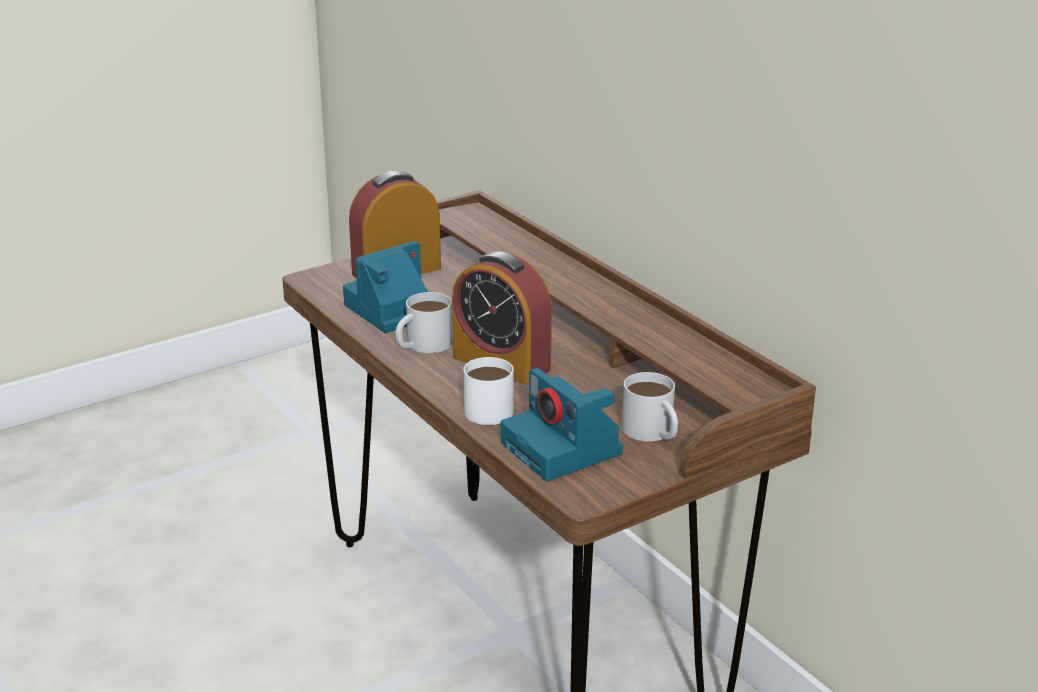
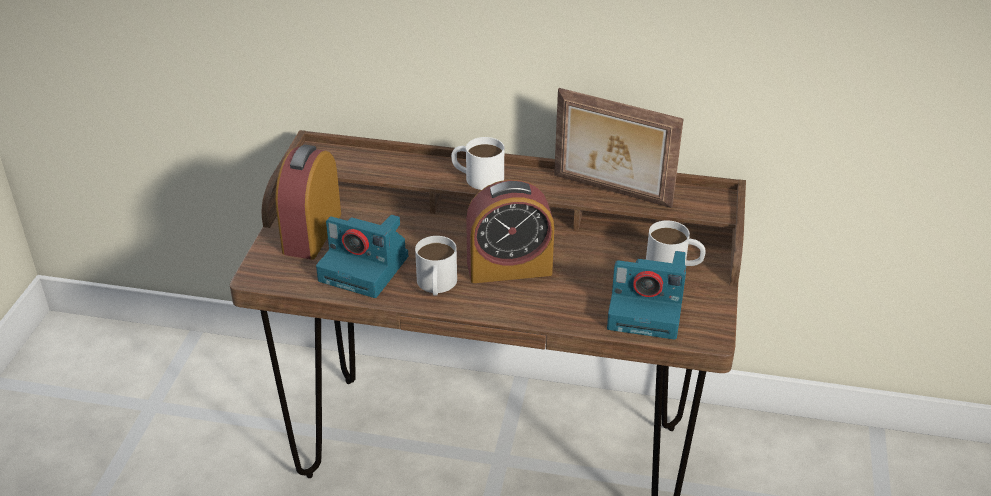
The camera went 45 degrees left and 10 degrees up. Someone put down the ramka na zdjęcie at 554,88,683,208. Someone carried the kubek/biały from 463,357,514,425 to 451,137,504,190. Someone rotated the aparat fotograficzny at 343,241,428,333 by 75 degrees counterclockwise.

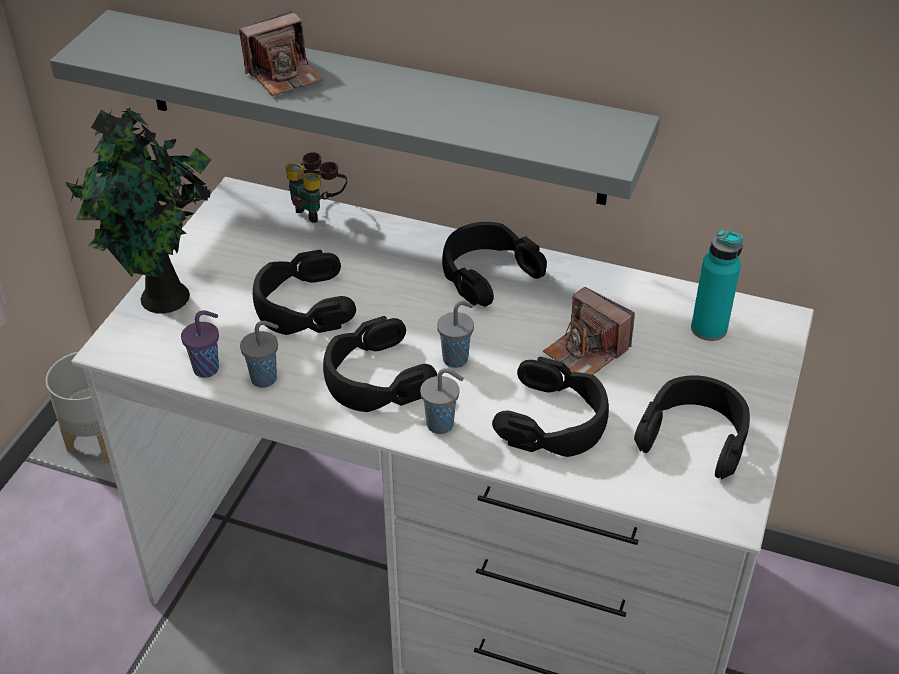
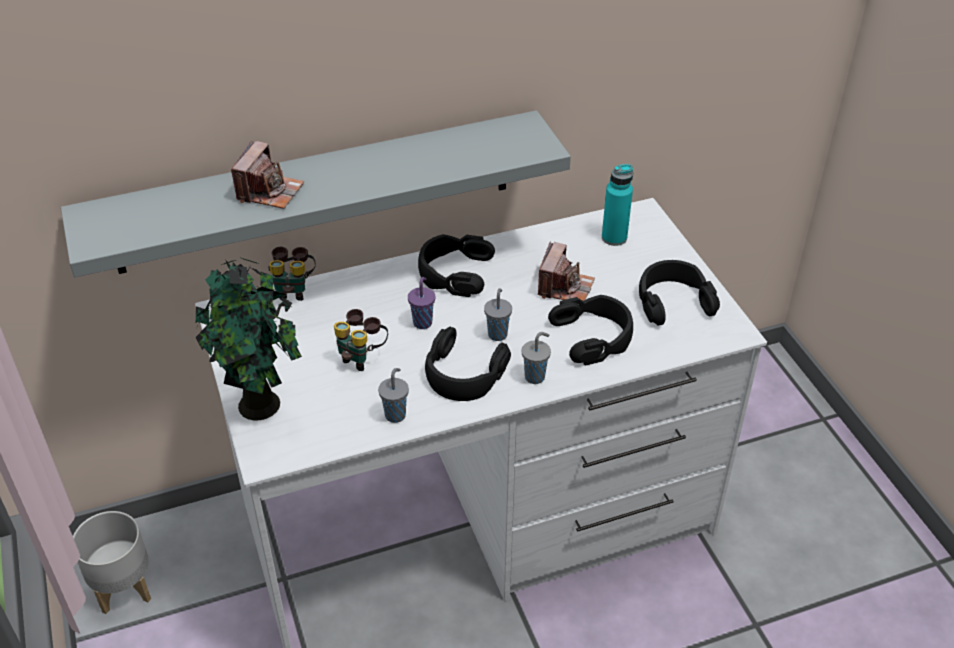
The camera went 40 degrees left and 0 degrees up. Someone carried the filiżanka/fioletowy from 181,310,219,378 to 408,277,436,329. Someone swapped the słuchawki/czarny at 253,250,356,335 for the lornetka at 334,309,388,371. Someone rotated the aparat fotograficzny at 543,287,635,375 by 75 degrees counterclockwise.

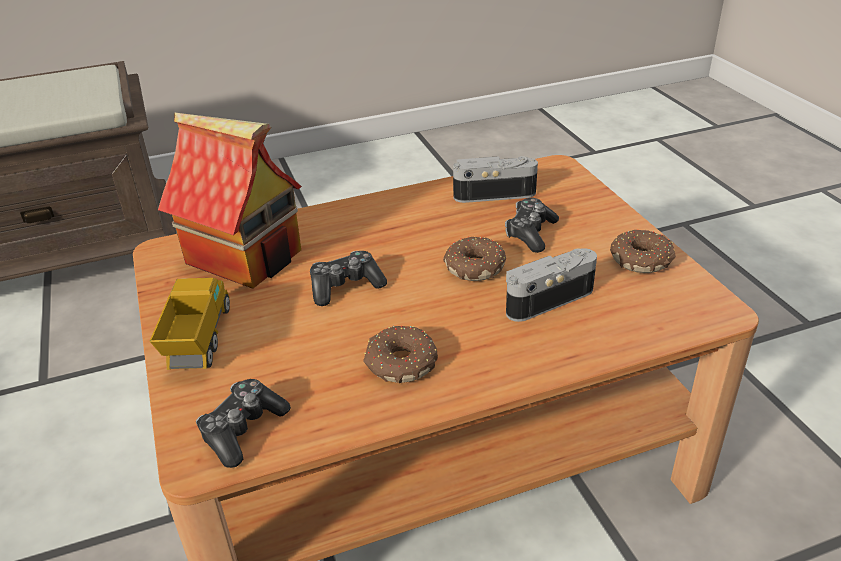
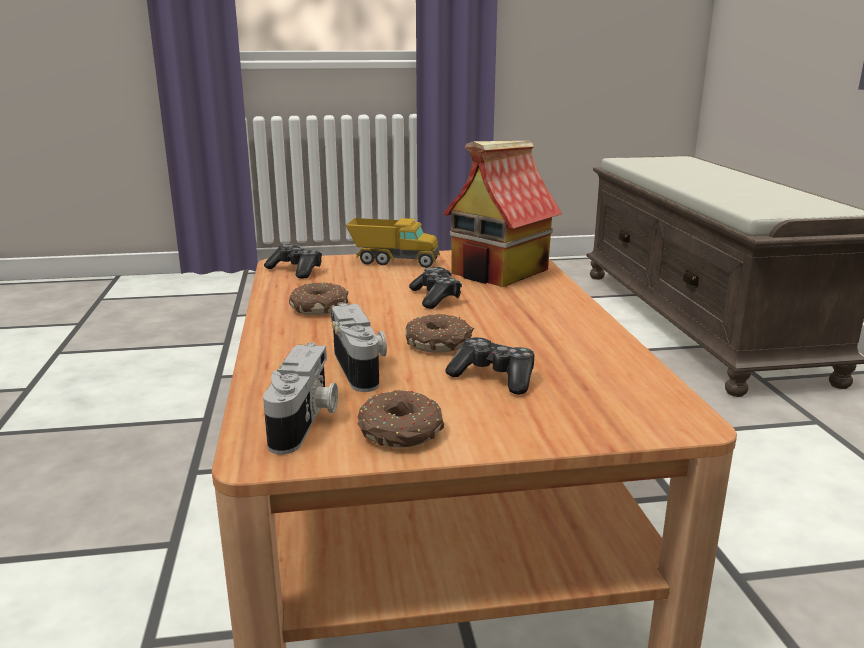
The camera went 100 degrees right and 15 degrees down. Someone carried the aparat fotograficzny from 453,156,538,203 to 263,342,338,454.

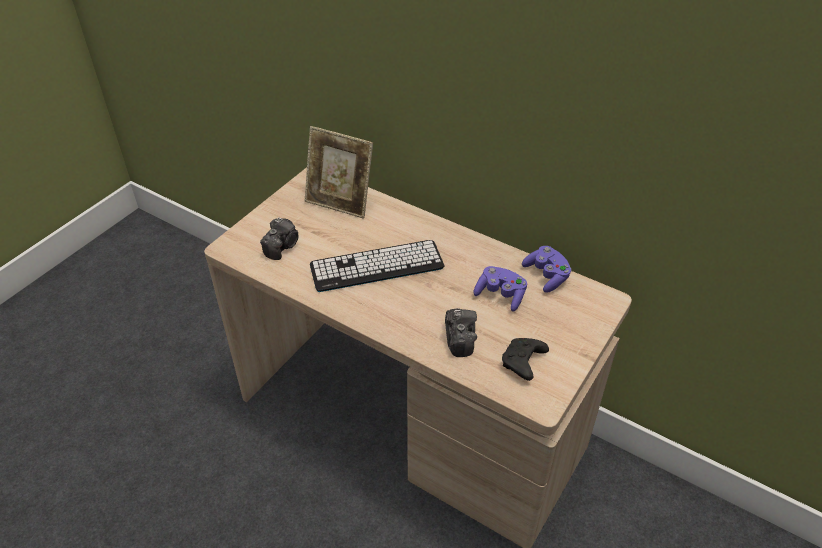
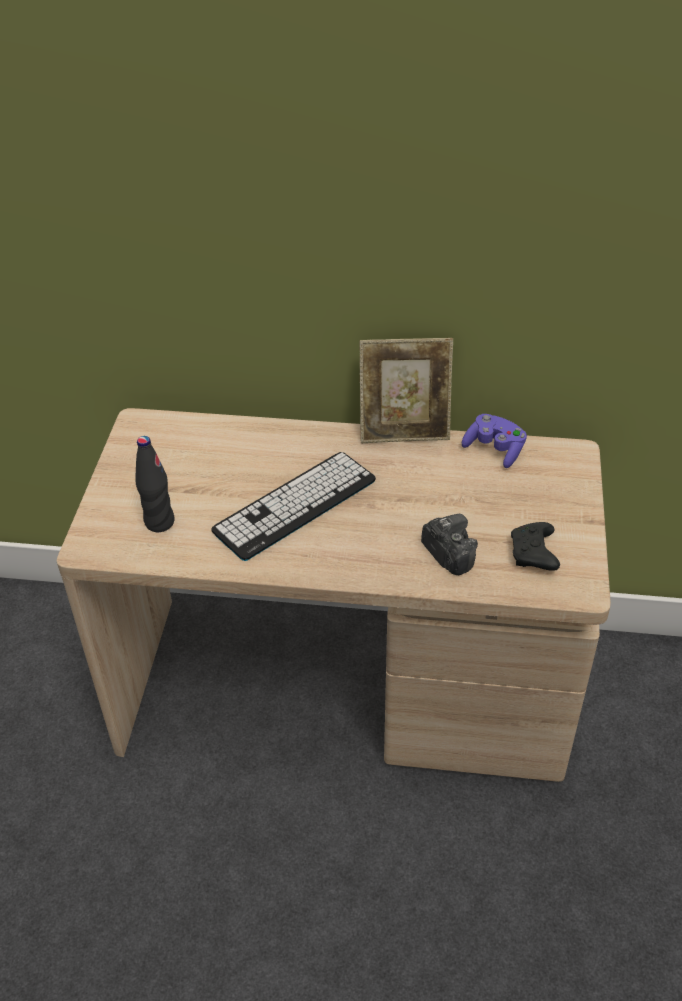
The camera went 25 degrees left and 0 degrees up. Someone took away the pad do gier/fioletowy at 474,266,527,312. Someone carried the ramka na zdjęcie from 305,126,373,218 to 360,338,453,443. Someone swapped the aparat fotograficzny at 260,217,298,260 for the butelka/czarny at 135,436,175,532.

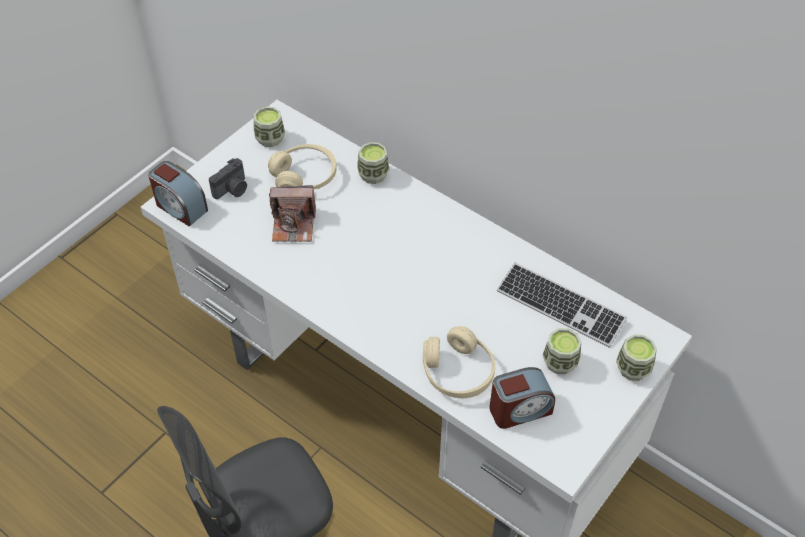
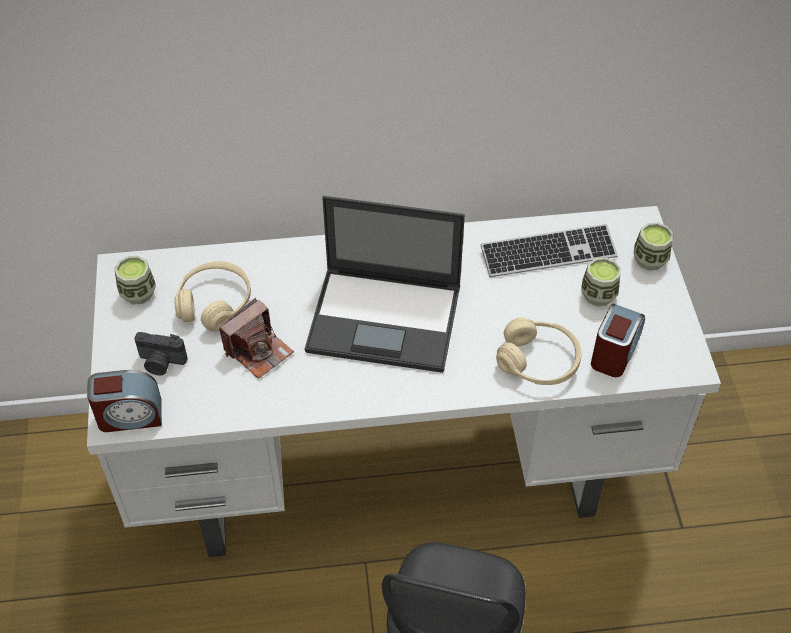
The camera went 45 degrees left and 0 degrees up. Someone took away the filiżanka at 357,142,390,184. Someone put down the laptop at 305,196,465,373. Someone rotated the aparat fotograficzny at 209,158,247,199 by 105 degrees clockwise.

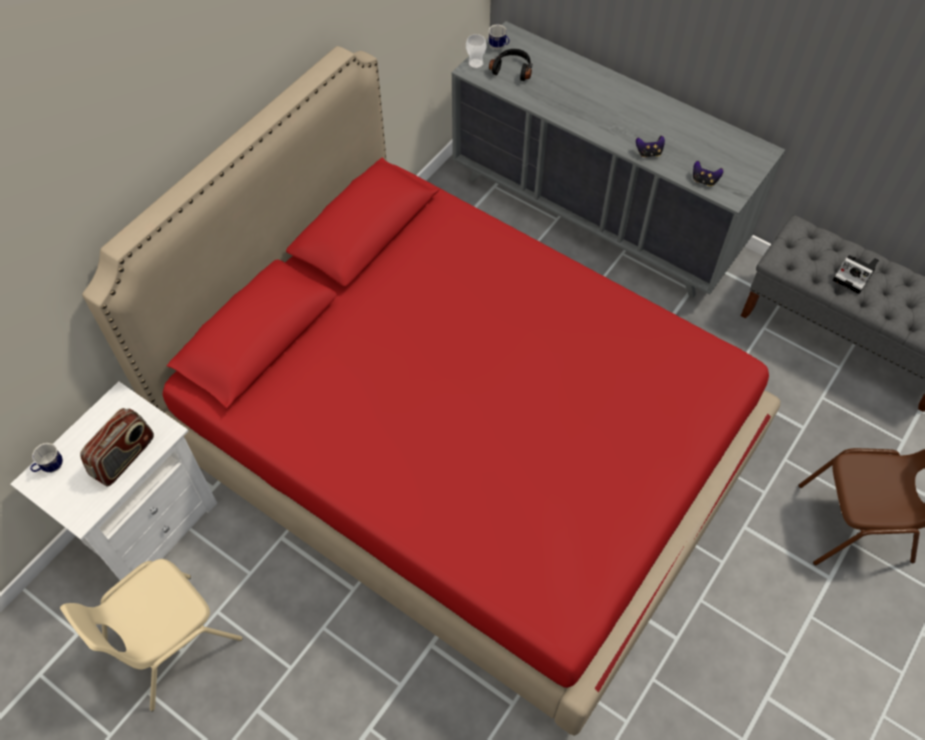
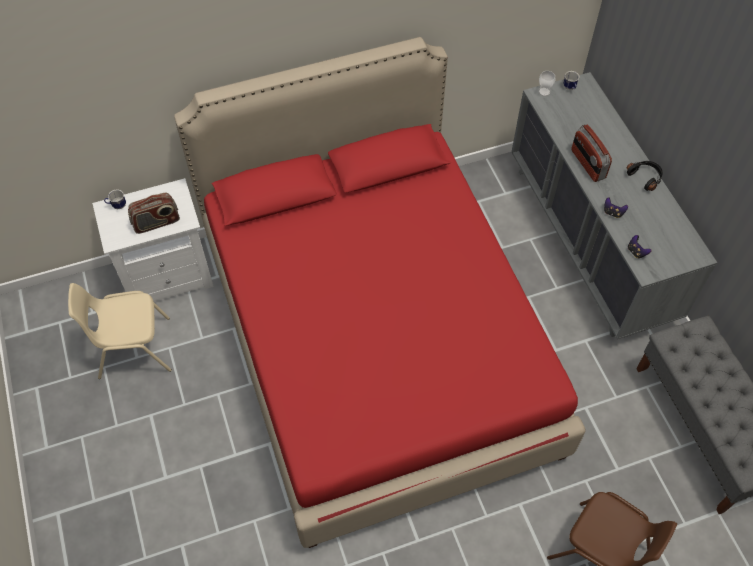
The camera went 35 degrees right and 0 degrees up. Someone took away the aparat fotograficzny at 833,255,879,294. Someone put down the radio at 571,125,612,182. Someone carried the słuchawki/czarny from 489,49,532,81 to 627,161,663,191.

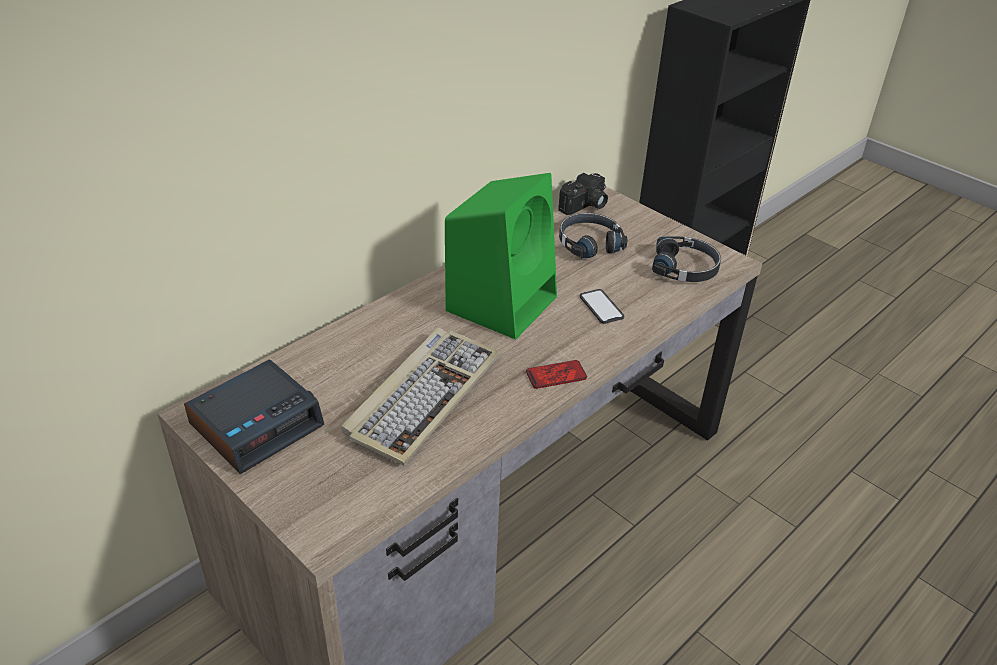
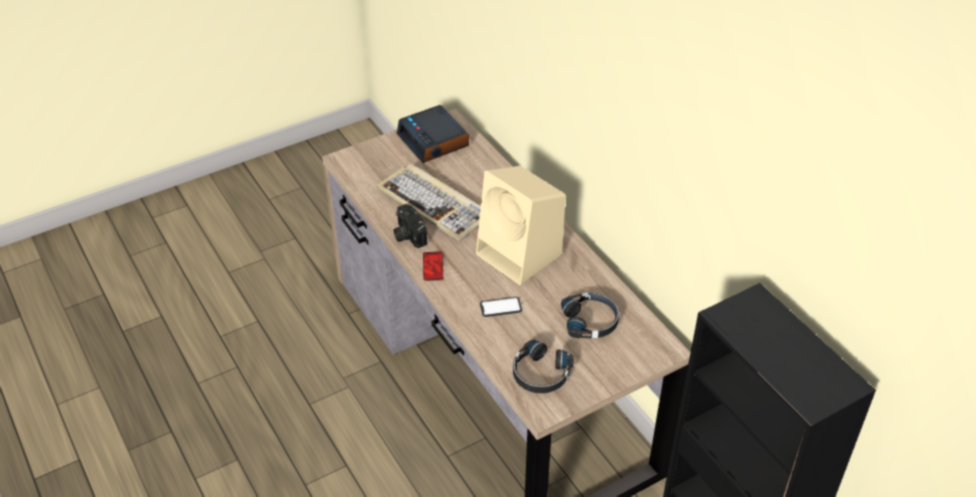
The camera went 105 degrees right and 5 degrees up. Someone carried the aparat fotograficzny from 558,173,608,215 to 394,204,427,248. Someone repainted the głośnik/zielony at 445,173,557,339, which became the głośnik/beżowy at 476,166,566,285.

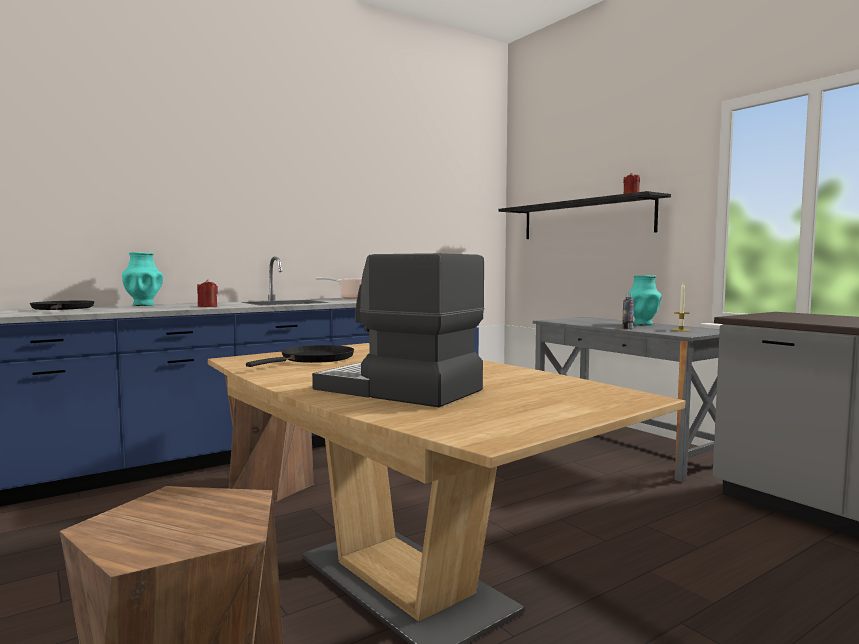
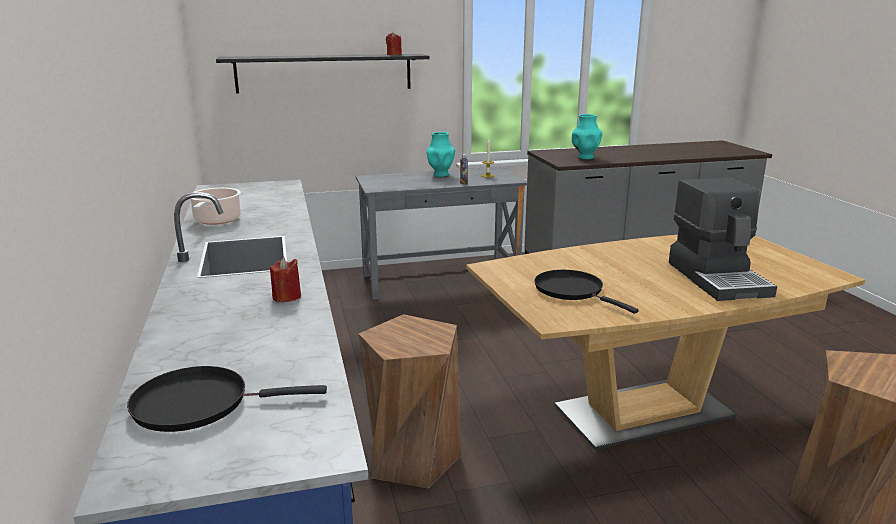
The camera went 70 degrees left and 15 degrees up. Someone carried the wazon/turkusowy from 122,252,163,306 to 572,114,602,159. Someone rotated the ekspres do kawy at 312,253,484,407 by 60 degrees counterclockwise.

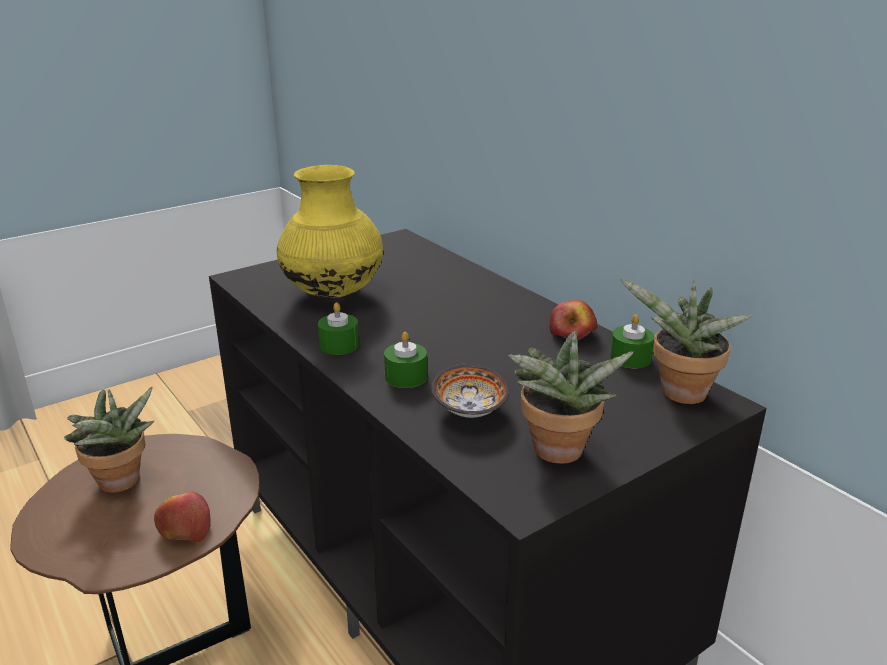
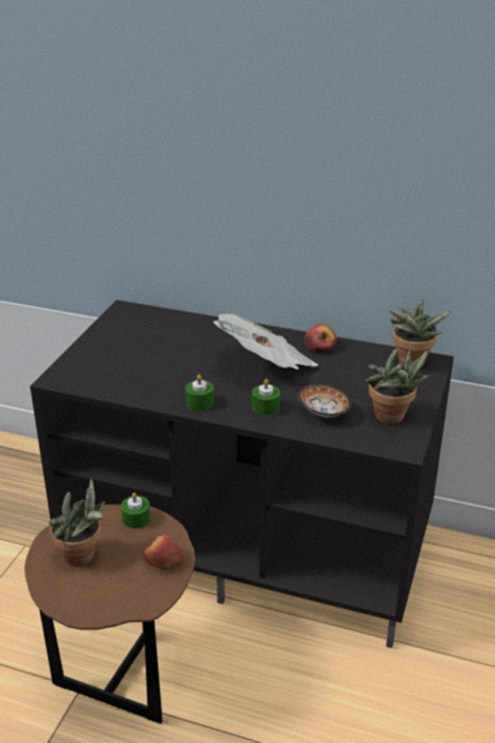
The camera went 35 degrees left and 5 degrees up. Someone took away the wazon/żółty at 277,165,383,298. Someone put down the gazeta at 213,314,318,370. Someone carried the świeca/zielony from 610,314,654,368 to 121,493,150,529.

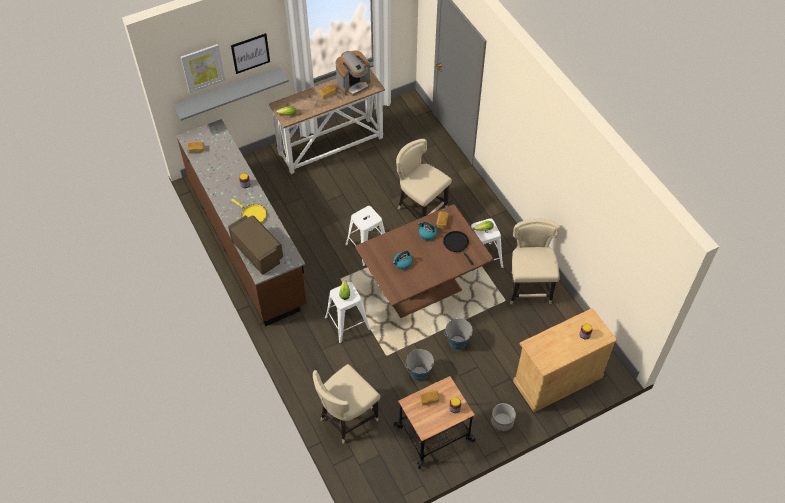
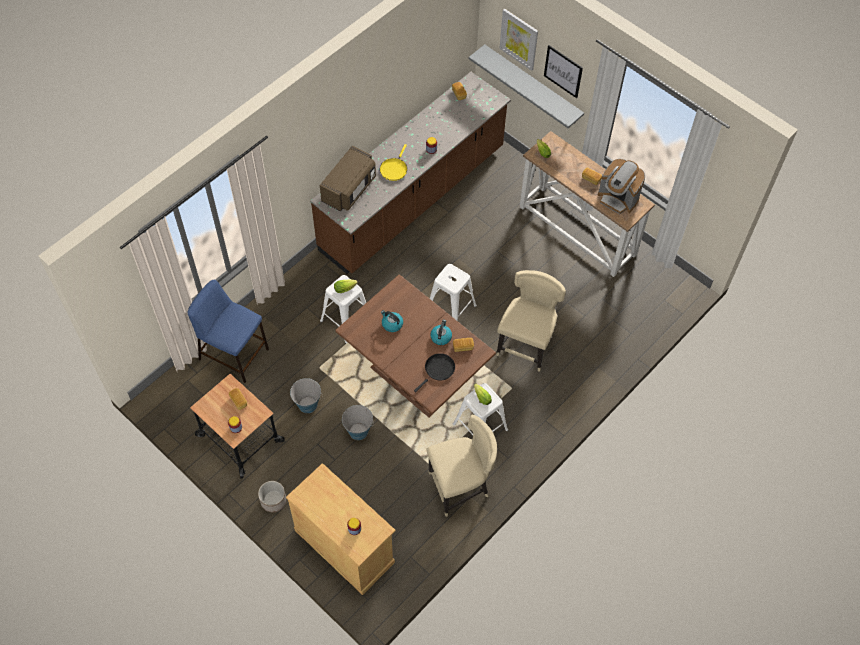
The camera went 70 degrees right and 5 degrees up. Someone swapped the krzesło/beżowy at 313,364,380,444 for the stołek/niebieski at 188,280,269,383.

